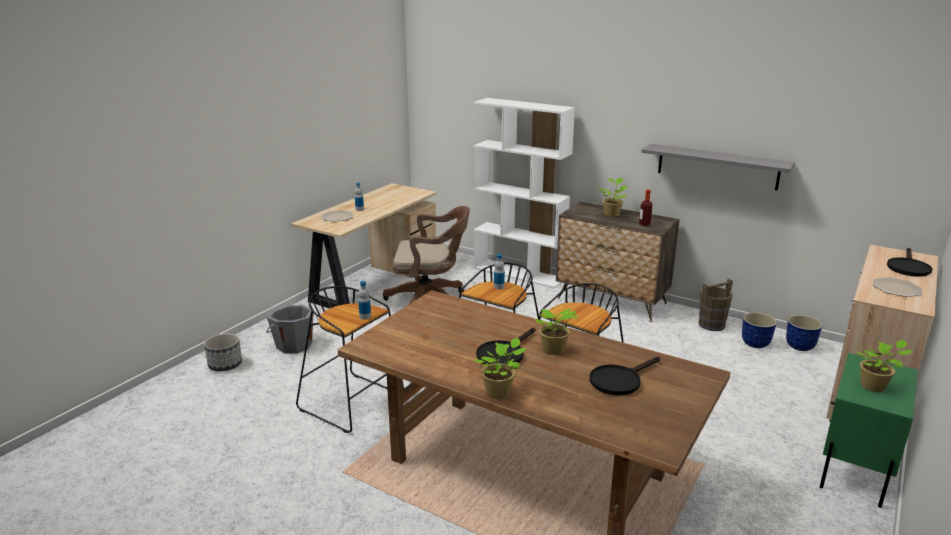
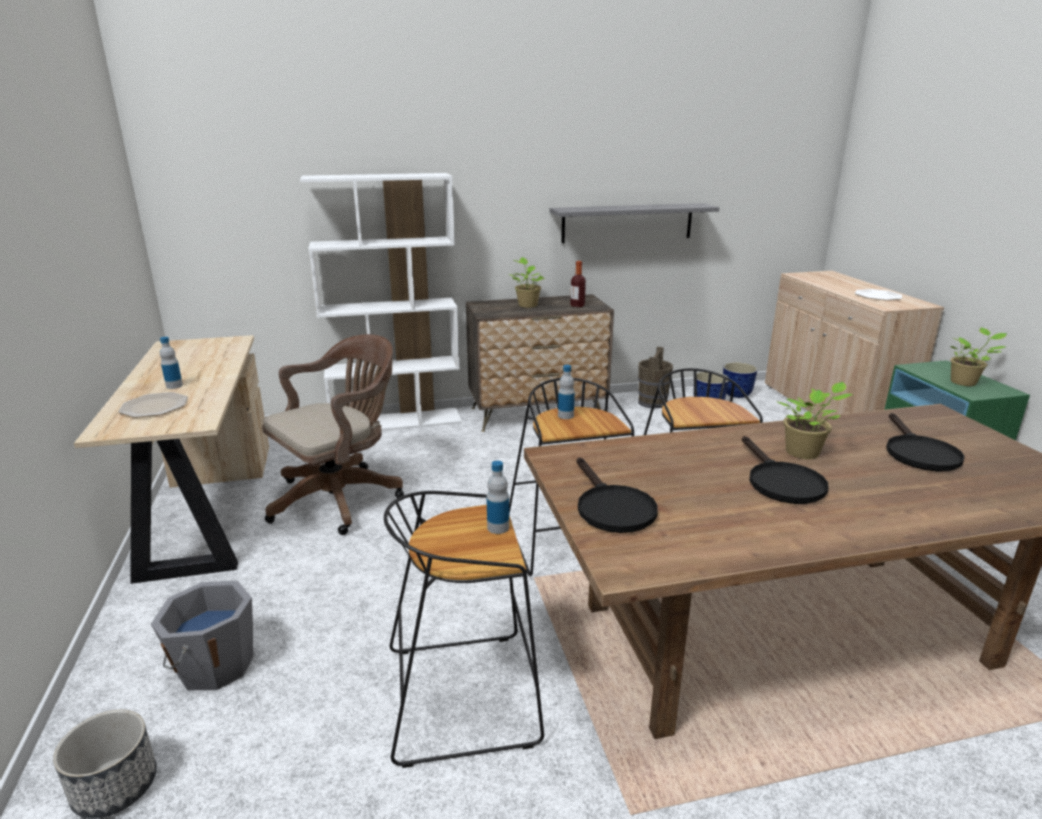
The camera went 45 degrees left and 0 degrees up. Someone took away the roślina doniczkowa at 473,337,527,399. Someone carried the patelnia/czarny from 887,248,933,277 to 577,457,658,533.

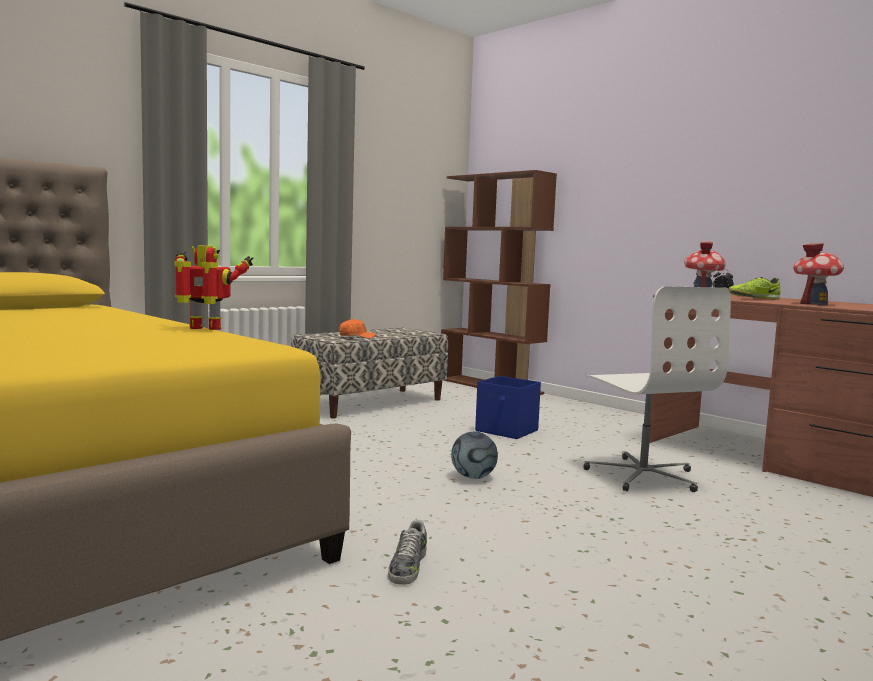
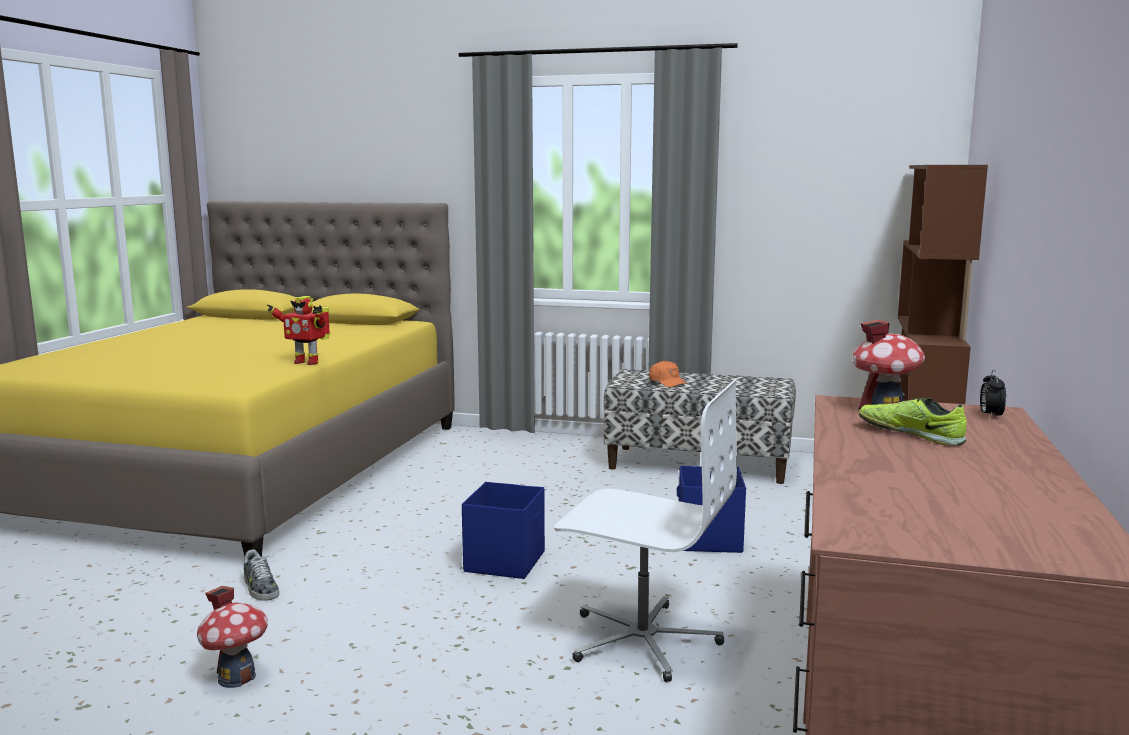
The camera went 60 degrees right and 5 degrees up. Someone carried the domek from 793,243,844,305 to 197,586,268,688. Someone swapped the piłka futbolowa at 451,432,498,479 for the pojemnik do przechowywania/niebieski at 462,482,545,579. Someone rotated the robot zabawkowy at 174,245,254,330 by 135 degrees clockwise. Someone rotated the but at 388,520,427,585 by 105 degrees counterclockwise. Someone rotated the krzesło biurowe/biały at 583,286,731,492 by 105 degrees counterclockwise.

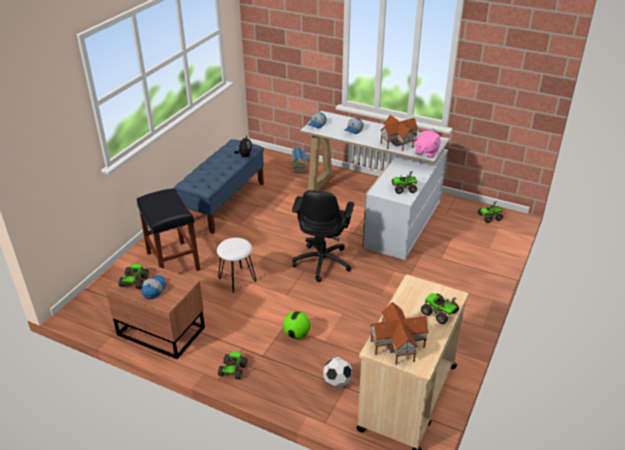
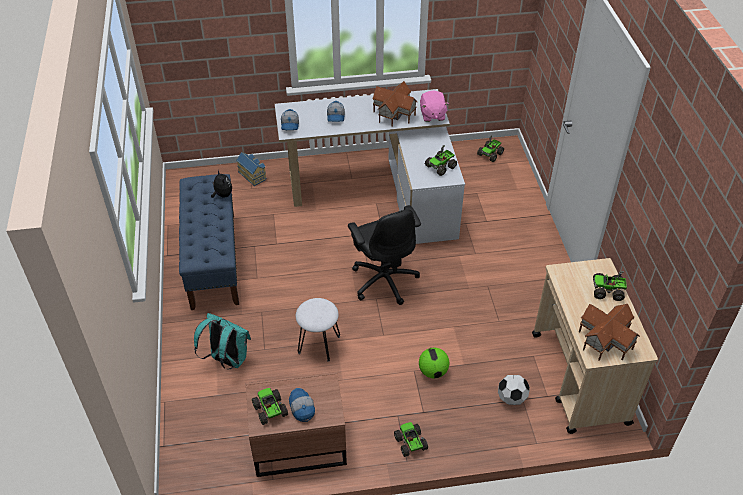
The camera went 35 degrees left and 10 degrees up. Someone swapped the stołek/czarny at 137,188,200,271 for the plecak/turkusowy at 194,313,251,369.

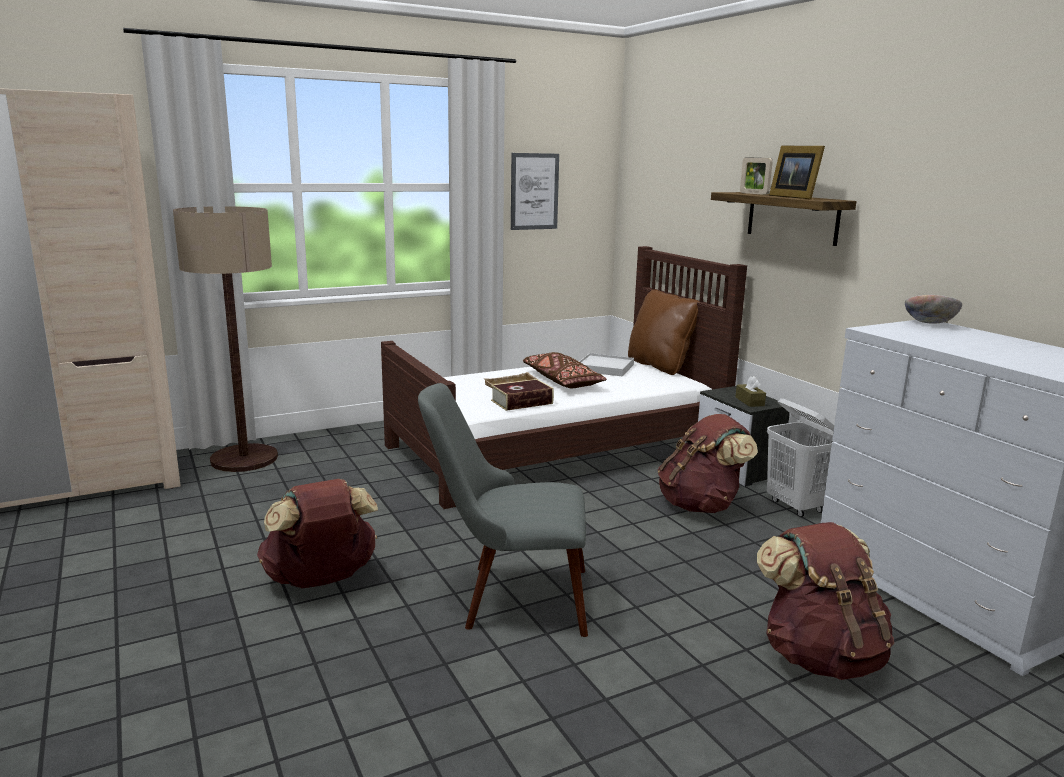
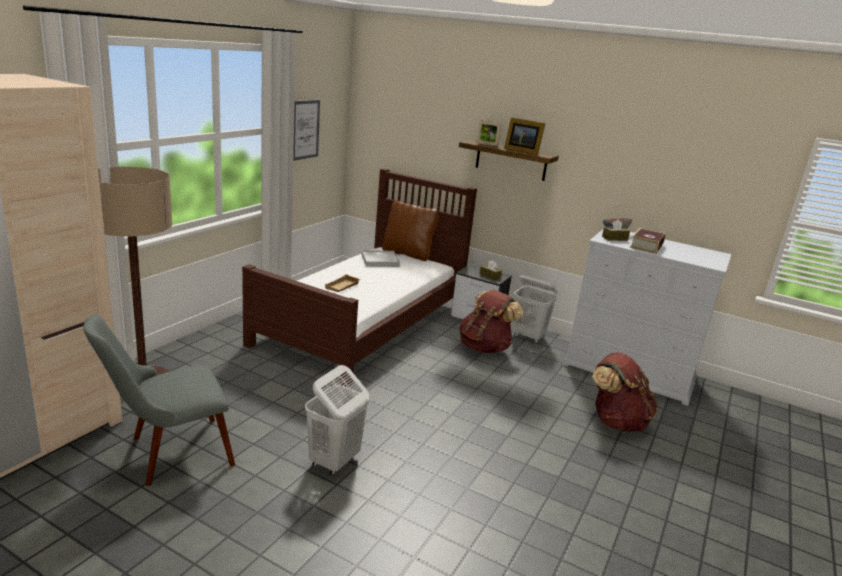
The camera went 35 degrees left and 5 degrees up. Someone took away the poduszka/brązowy at 523,352,607,388. Someone put down the pudełko chusteczek/brązowy at 602,220,630,241. Someone carried the krzesło/szary from 418,383,588,637 to 83,314,235,486. Someone carried the książka from 491,379,554,411 to 629,228,665,254. Someone swapped the plecak/brązowy at 257,479,378,588 for the kosz na pranie/biały at 305,365,369,476.

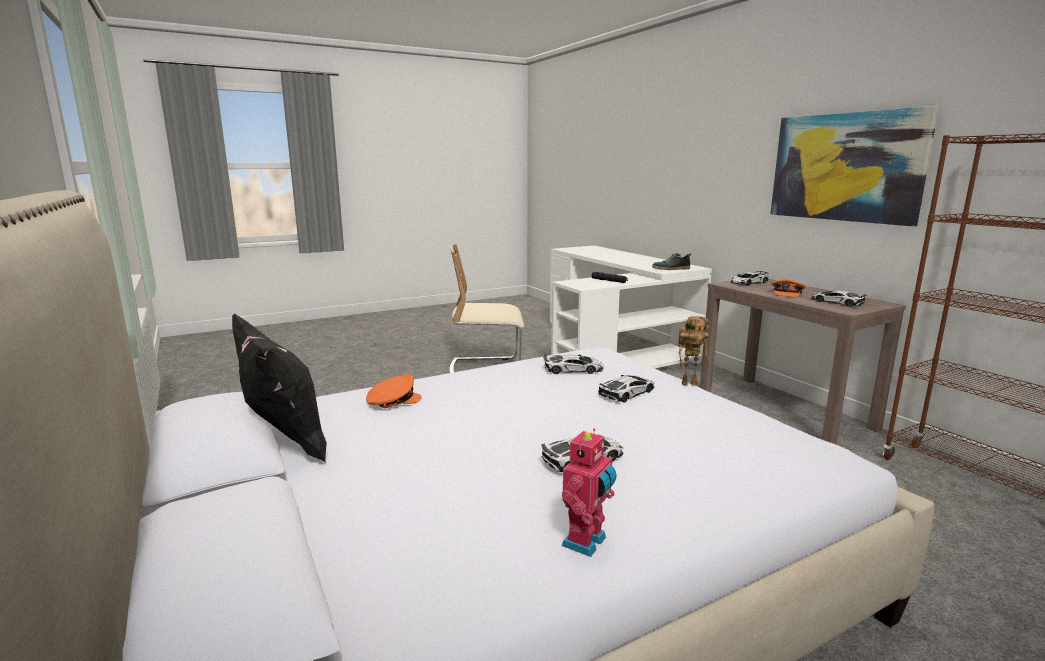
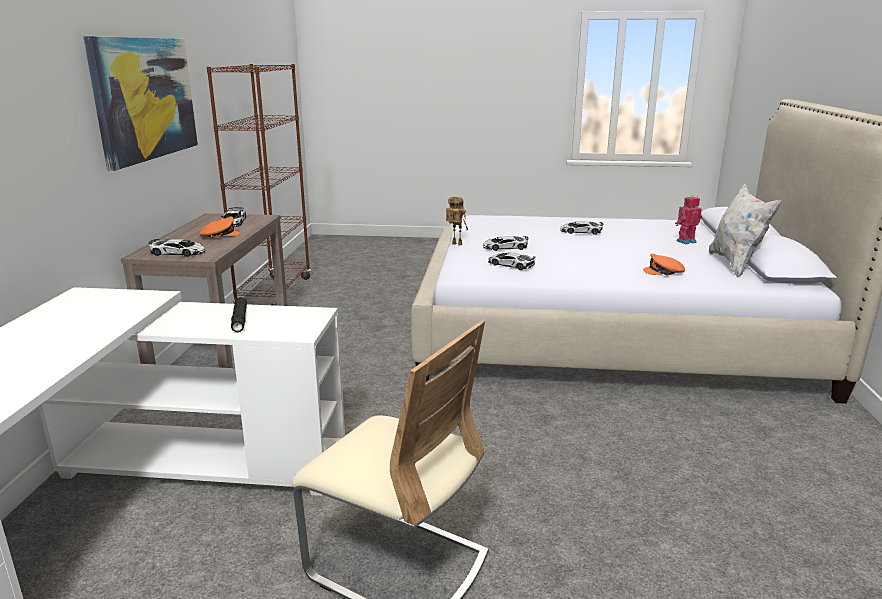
The camera went 145 degrees left and 5 degrees up. Someone took away the but at 652,253,691,270. Someone carried the robot zabawkowy from 561,429,616,557 to 675,195,702,244. Someone repainted the poduszka/czarny at 232,314,327,462, which became the poduszka/biały at 709,184,781,277.

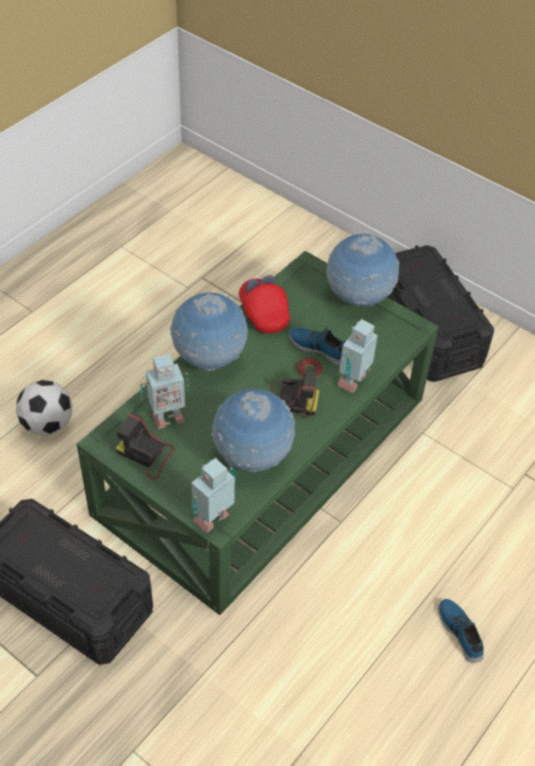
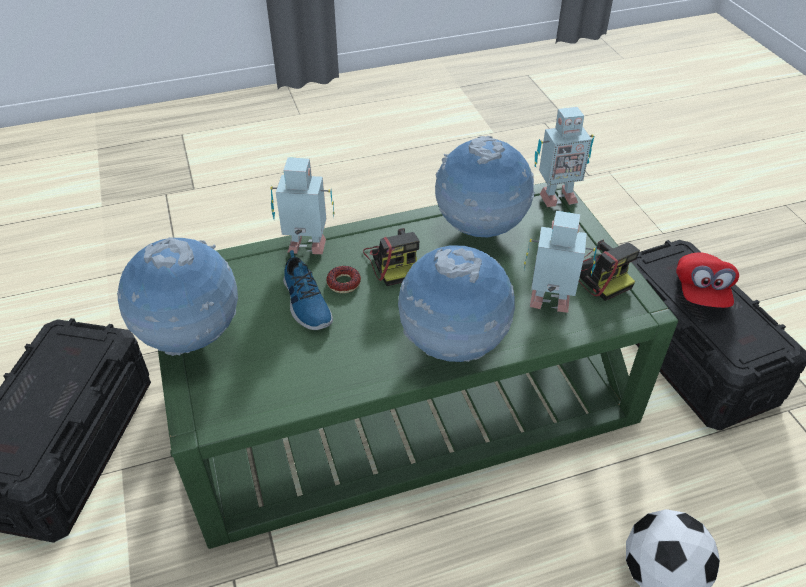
The camera went 145 degrees left and 5 degrees down. Someone took away the but at 438,599,484,663. Someone carried the czapka z daszkiem/czerwony from 239,275,290,334 to 676,252,739,308. Someone rotated the aparat fotograficzny at 271,370,319,417 by 150 degrees counterclockwise. Someone rotated the robot zabawkowy at 337,319,378,393 by 150 degrees counterclockwise.

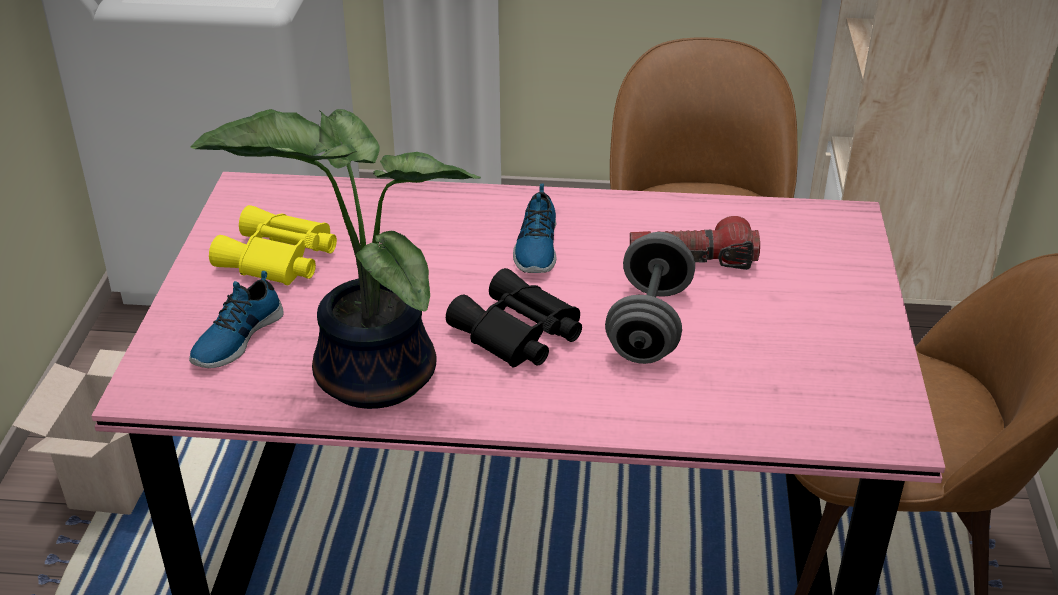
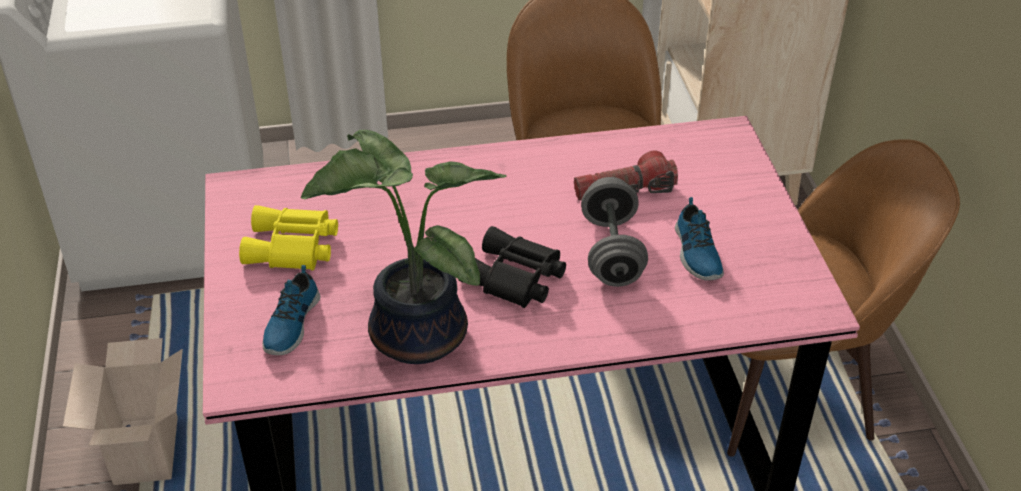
The camera went 15 degrees left and 5 degrees up. Someone carried the but from 513,184,557,273 to 675,197,724,281.

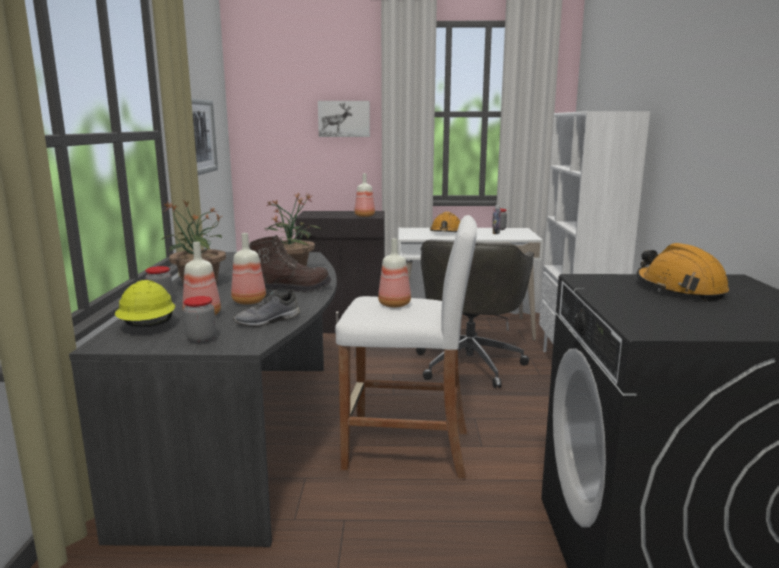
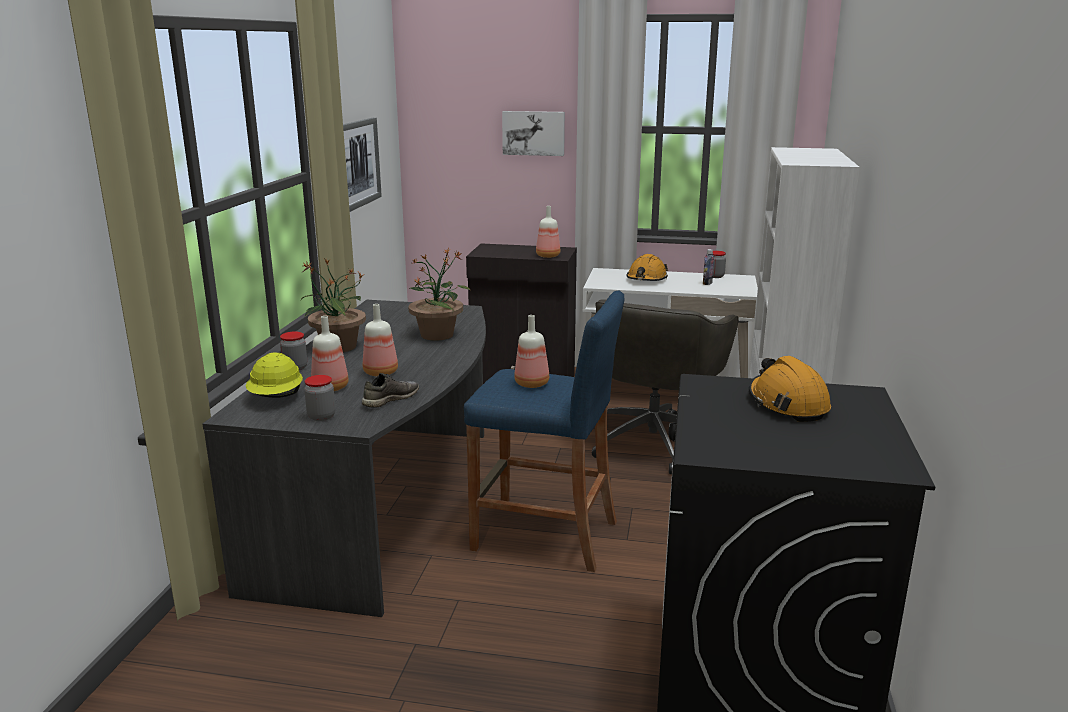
The camera went 10 degrees right and 5 degrees up. Someone took away the but z cholewką/brązowy at 249,235,332,293. Someone repainted the stołek/biały at 335,215,477,478, which became the stołek/niebieski at 464,290,624,572. Someone rotated the but/szary at 233,290,300,327 by 150 degrees clockwise.

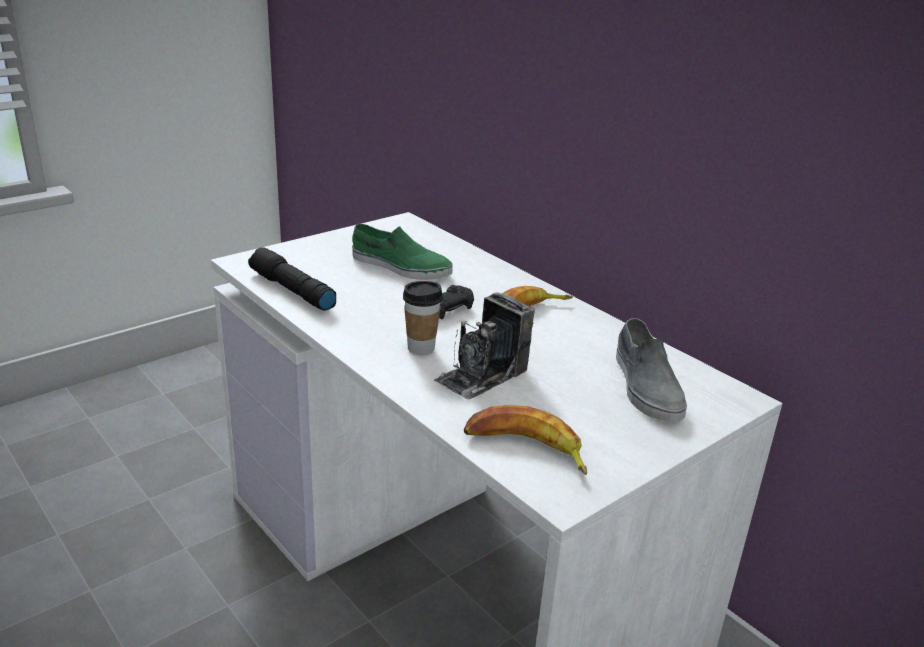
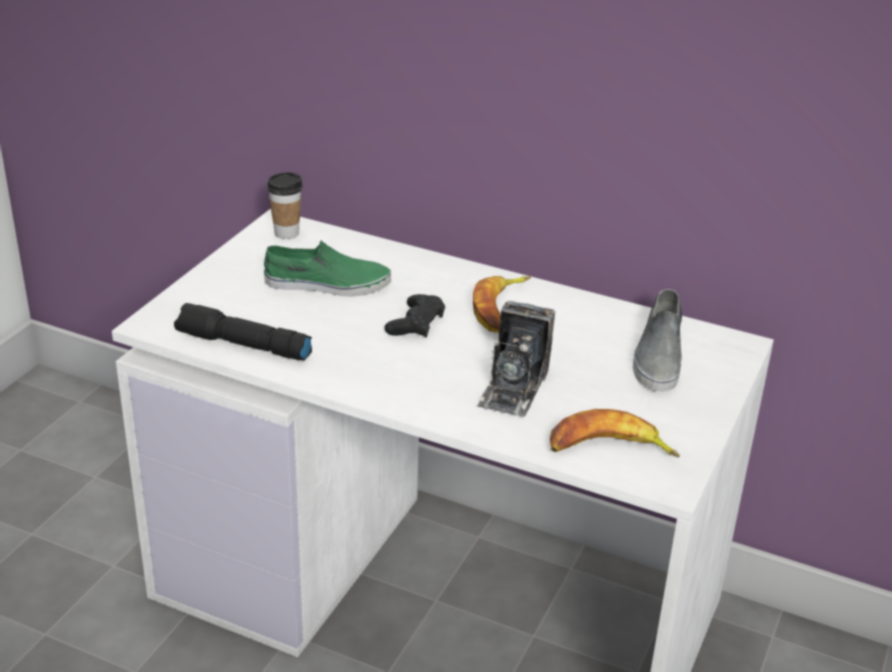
The camera went 25 degrees left and 5 degrees up. Someone carried the filiżanka from 403,281,443,355 to 267,172,303,239. Someone rotated the but/szary at 616,318,687,422 by 45 degrees clockwise.

